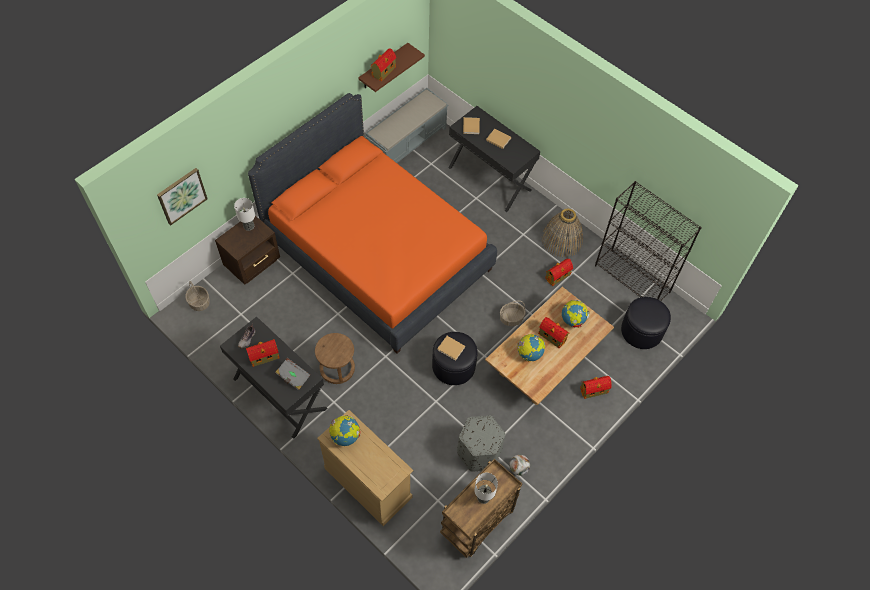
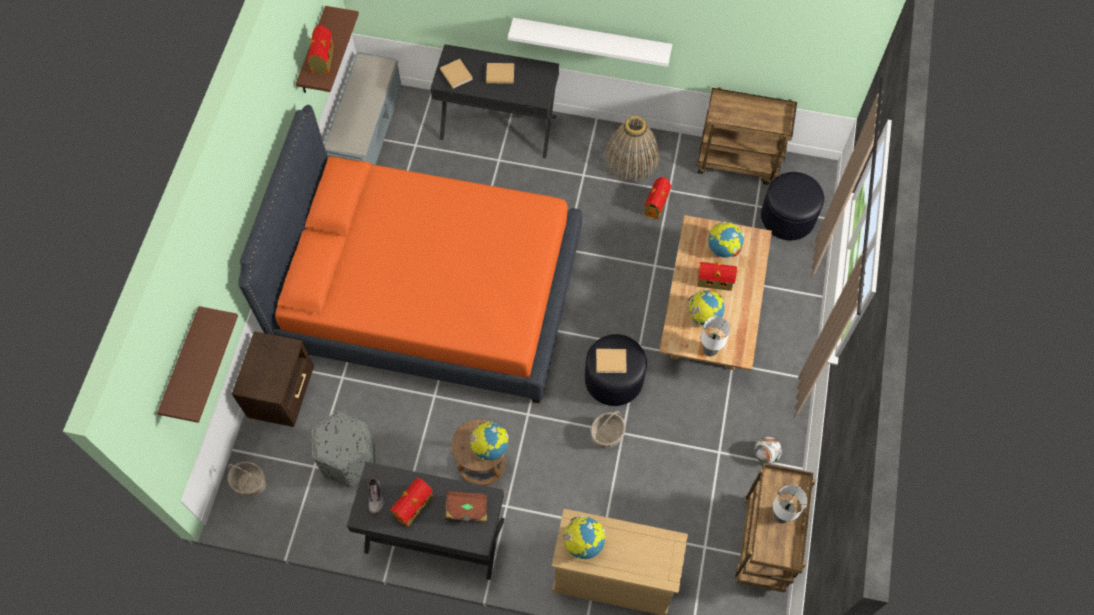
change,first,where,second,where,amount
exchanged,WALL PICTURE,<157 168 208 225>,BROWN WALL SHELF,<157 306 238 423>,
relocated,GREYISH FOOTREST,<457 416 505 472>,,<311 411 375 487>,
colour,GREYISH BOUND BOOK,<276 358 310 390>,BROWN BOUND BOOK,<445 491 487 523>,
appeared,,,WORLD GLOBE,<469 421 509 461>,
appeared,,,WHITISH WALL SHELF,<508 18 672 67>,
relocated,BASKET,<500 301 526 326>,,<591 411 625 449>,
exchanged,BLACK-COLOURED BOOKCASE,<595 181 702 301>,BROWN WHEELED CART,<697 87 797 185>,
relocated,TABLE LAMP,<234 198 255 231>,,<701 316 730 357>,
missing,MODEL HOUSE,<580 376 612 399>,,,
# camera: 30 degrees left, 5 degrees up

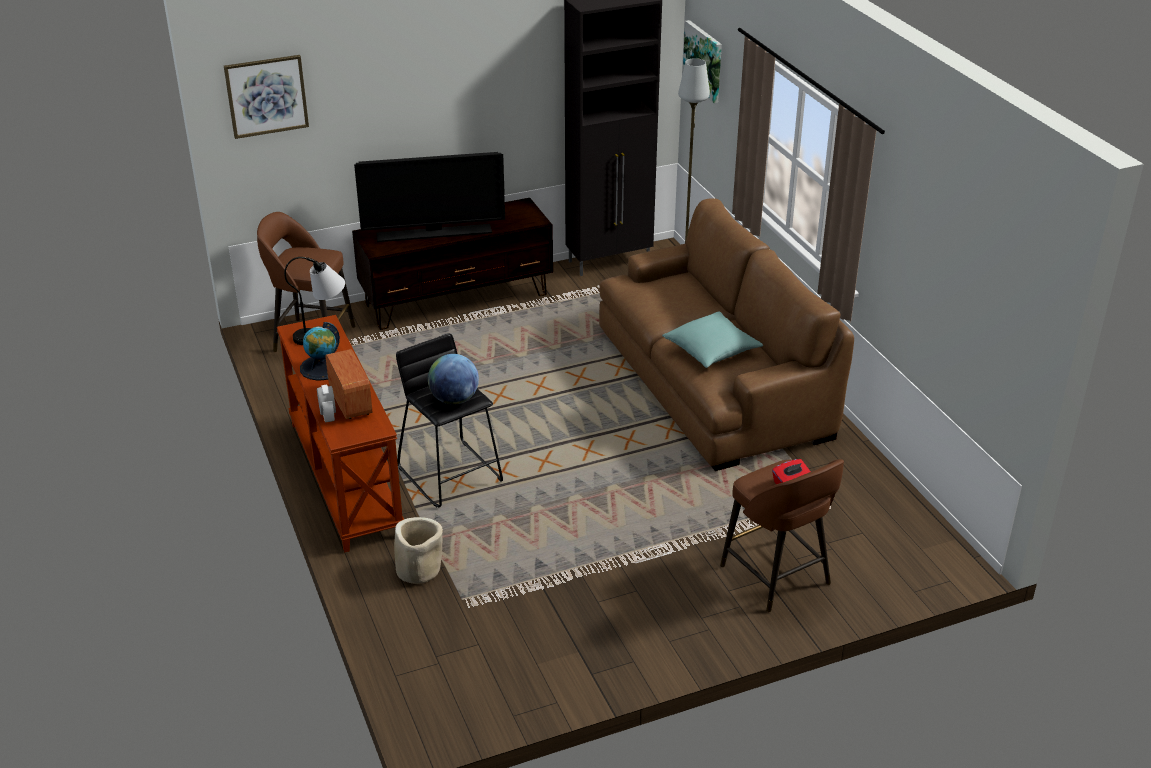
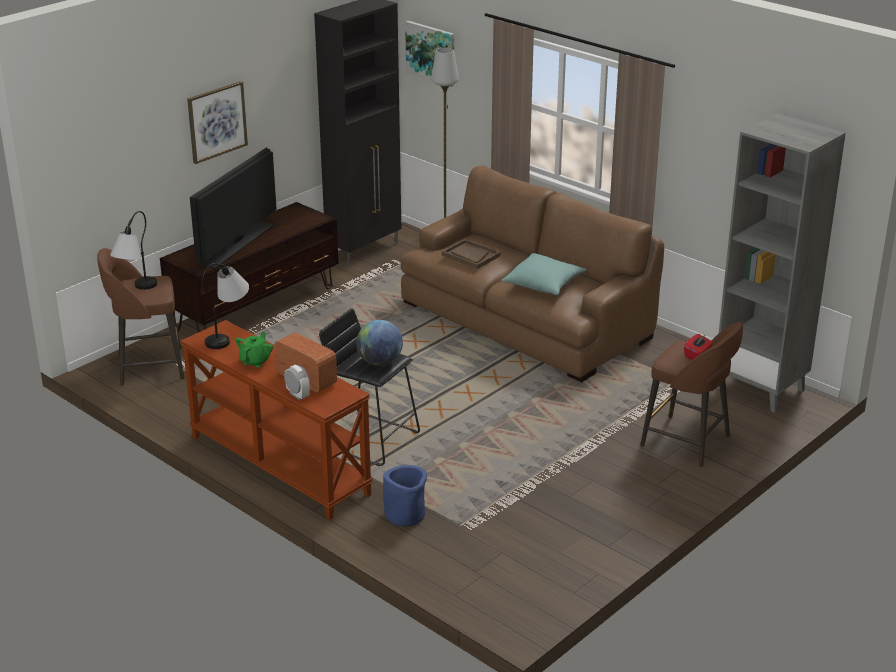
change,first,where,second,where,amount
appeared,,,TABLE LAMP,<110 211 157 290>,
relocated,WALL PICTURE,<224 55 309 139>,,<187 81 248 164>,
spun,TV,<354 152 505 242>,,<190 147 277 269>,150 degrees clockwise
exchanged,WORLD GLOBE,<300 322 340 381>,GREEN-COLOURED POT FOR TEA,<236 332 273 367>,
colour,SAND-COLOURED PLANT POT,<394 517 443 584>,BLUE PLANT POT,<383 465 427 526>,
appeared,,,BROWN CARRYING TRAY,<442 239 501 269>,
appeared,,,GREYISH BOOKCASE,<717 113 846 413>,
# camera: 25 degrees left, 5 degrees down

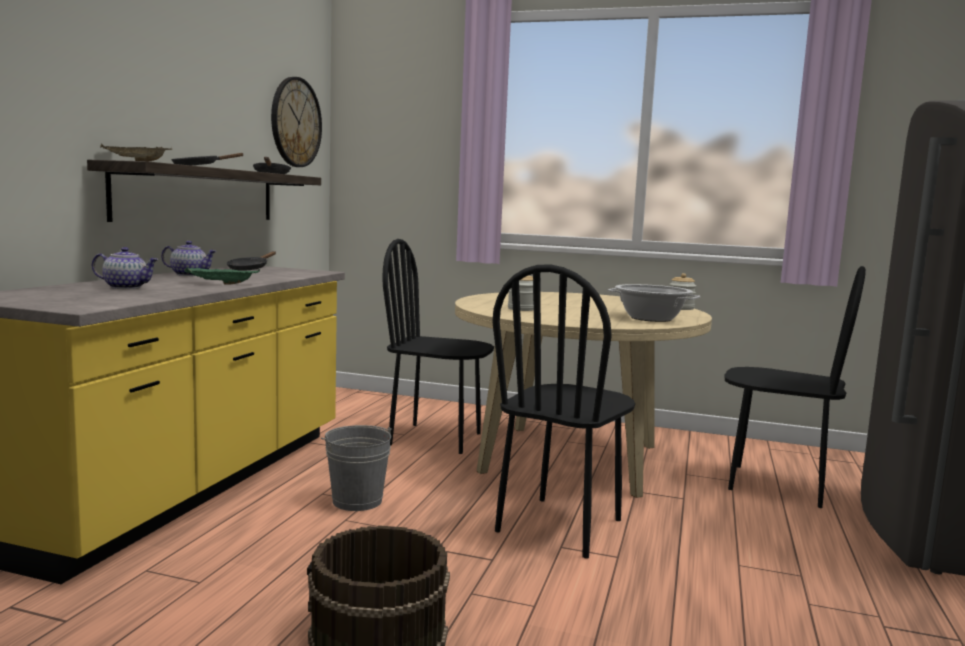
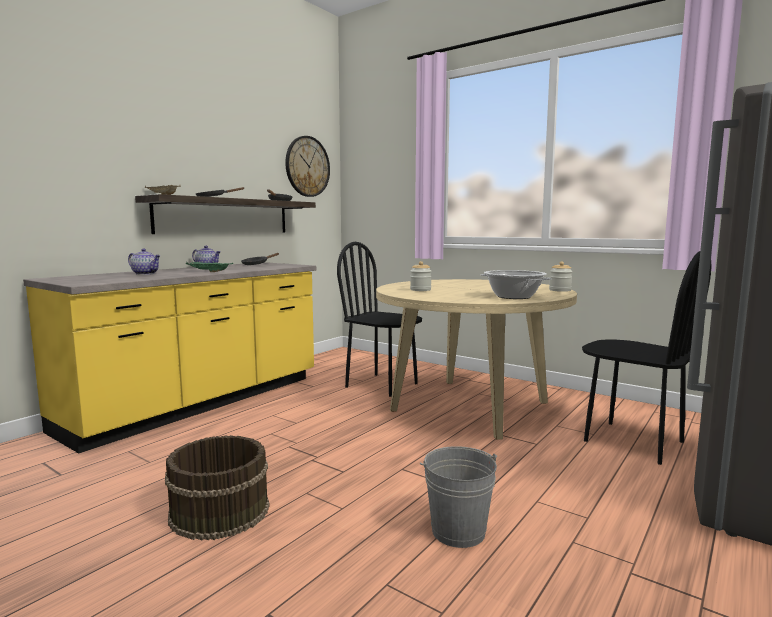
change,first,where,second,where,amount
relocated,GREYISH WATER BUCKET,<321 425 392 511>,,<420 446 497 548>,
missing,BLACK-COLOURED PLAIN CHAIR,<492 264 635 558>,,,
# camera: 20 degrees right, 0 degrees up

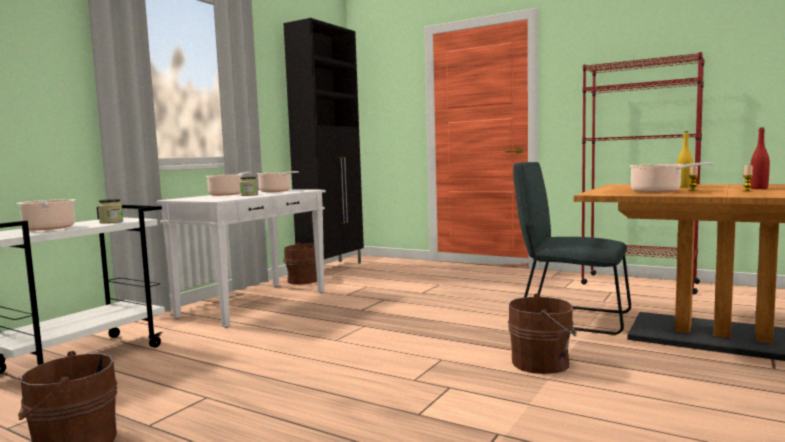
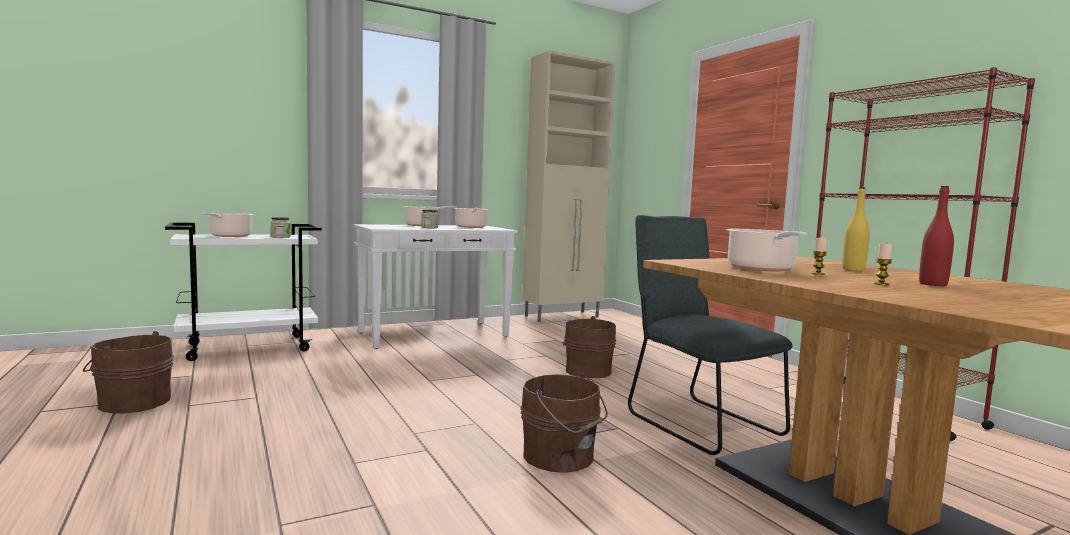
change,first,where,second,where,amount
colour,BLACK-COLOURED STORAGE CABINET,<283 18 364 264>,SAND-COLOURED STORAGE CABINET,<522 51 615 322>,
relocated,BROWN WATER BUCKET,<283 242 317 284>,,<562 316 616 378>,
# camera: 30 degrees right, 0 degrees up

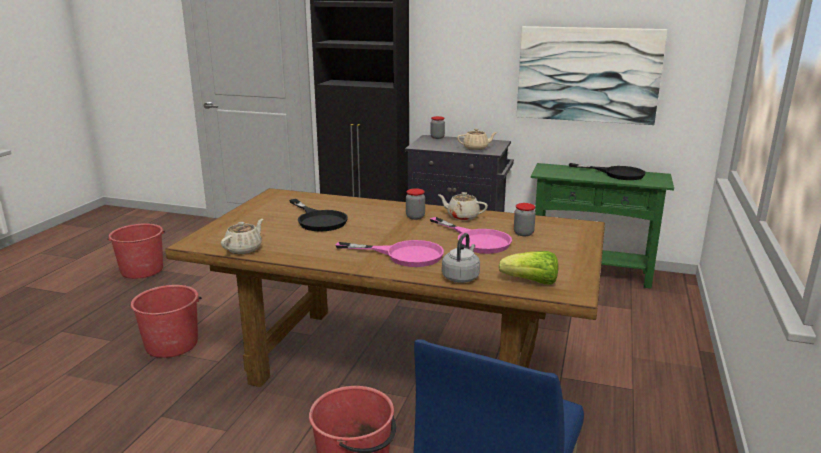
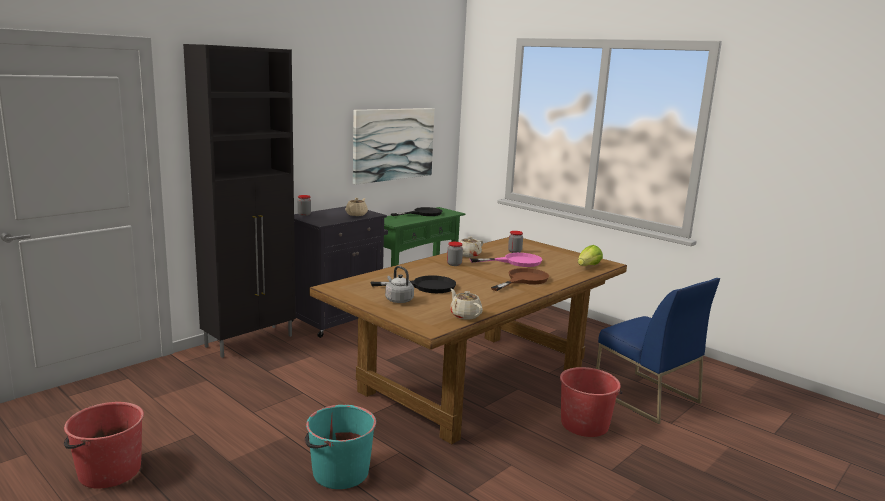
change,first,where,second,where,amount
colour,REDDISH WATER BUCKET,<129 285 202 358>,BLUE-GREEN WATER BUCKET,<305 405 376 489>,
relocated,GREYISH TEA KETTLE,<442 233 480 283>,,<385 266 414 303>,
colour,PINK-COLOURED FRYING PAN,<335 240 444 267>,BROWN FRYING PAN,<491 268 549 291>,
# camera: 65 degrees left, 5 degrees down

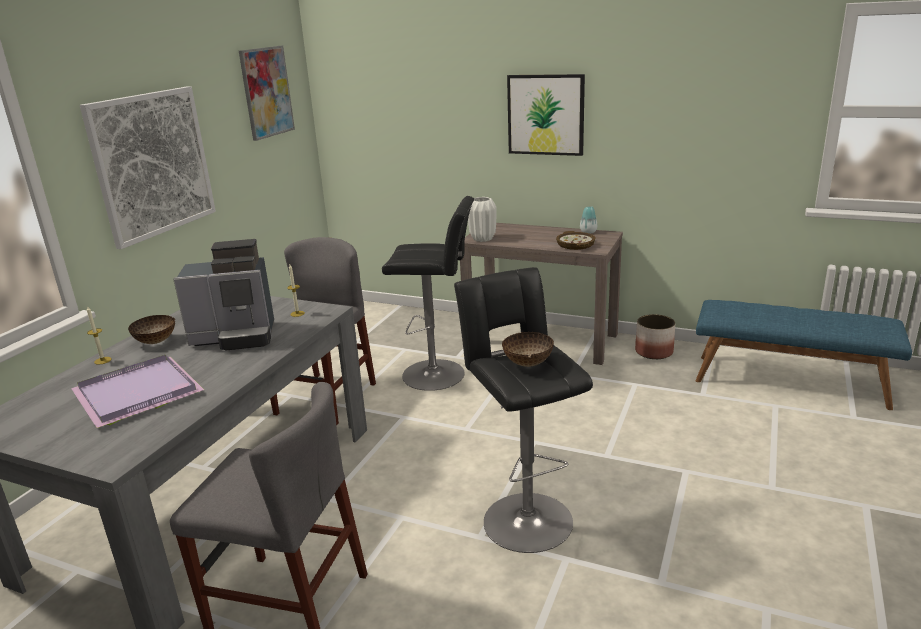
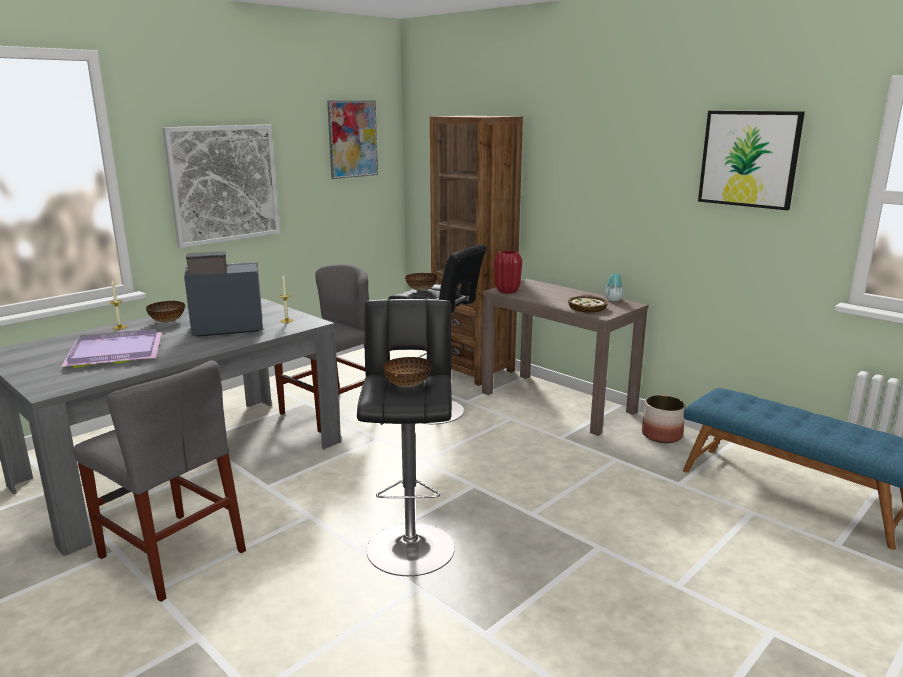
change,first,where,second,where,amount
spun,COFFEE BREWER,<173 239 274 350>,,<184 251 263 337>,150 degrees clockwise
appeared,,,BOWL,<405 273 438 291>,
appeared,,,BROWN BOOKCASE,<430 116 523 386>,
colour,WHITISH DECORATIVE VASE,<468 197 497 242>,REDDISH DECORATIVE VASE,<494 250 522 294>,
relocated,WALL PICTURE,<507 74 585 156>,,<698 111 805 210>,
# camera: 20 degrees right, 5 degrees down

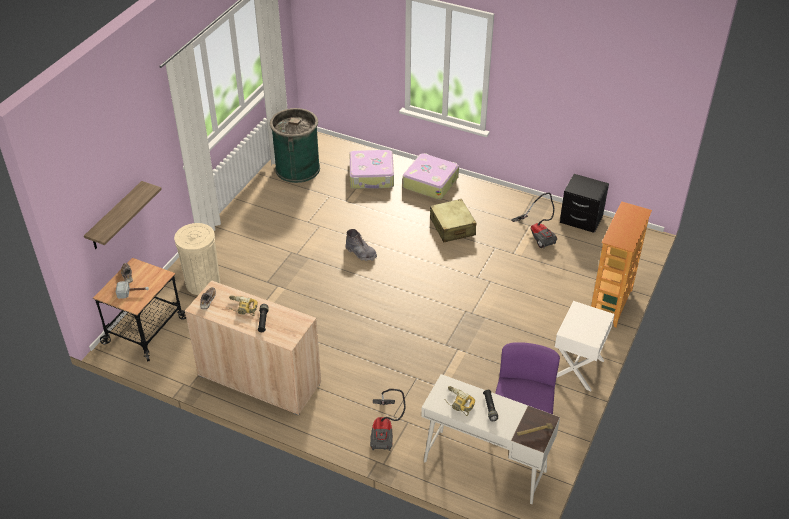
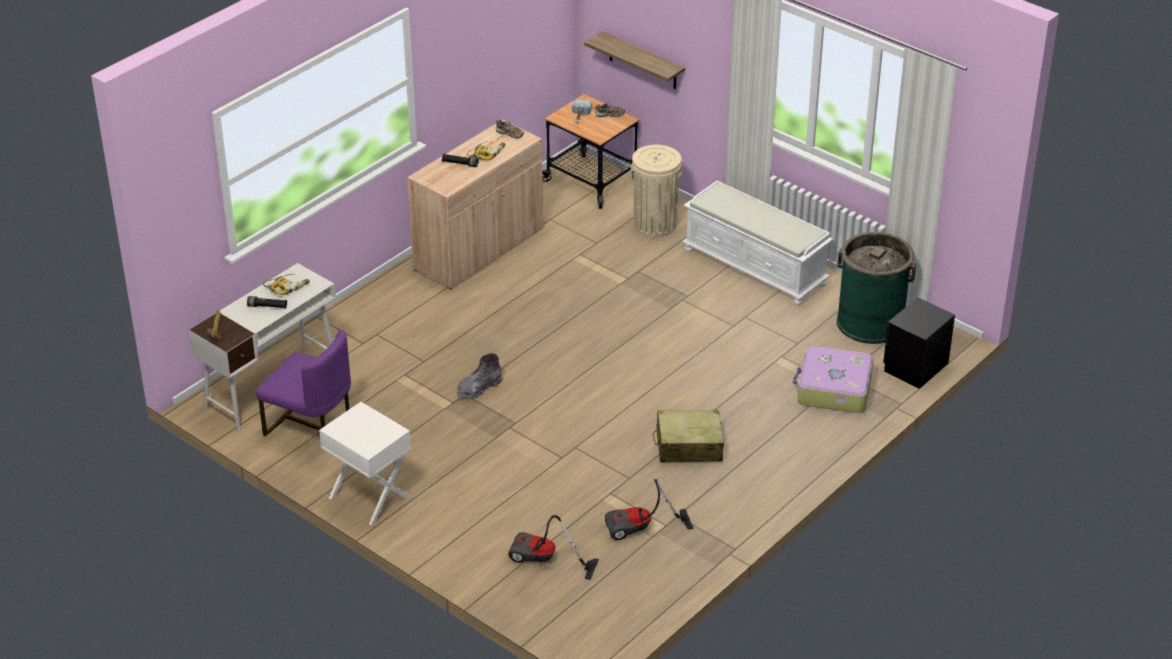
change,first,where,second,where,amount
relocated,GREYISH HIGH-TOP BOOT,<346 229 377 261>,,<457 353 503 400>,
relocated,VACUUM,<370 389 406 451>,,<508 515 599 580>,
appeared,,,WHITISH LONG SEAT,<682 181 833 306>,
relocated,BLACK-COLOURED NIGHT TABLE,<560 174 609 233>,,<883 297 955 389>,
missing,TRAVEL CASE,<403 153 459 199>,,,
missing,BOOKCASE,<591 201 652 327>,,,
# camera: 105 degrees right, 5 degrees down

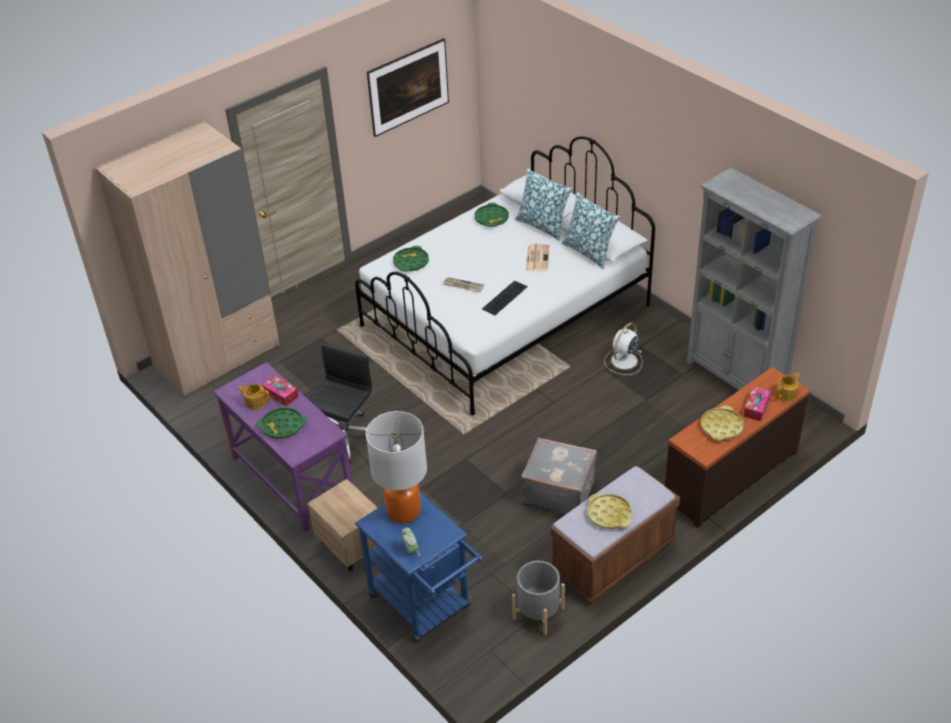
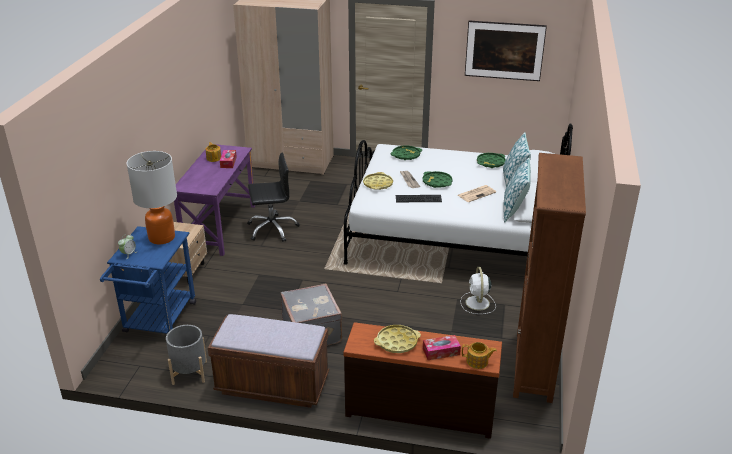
change,first,where,second,where,amount
relocated,YELLOWISH CARRYING TRAY,<587 494 632 529>,,<363 172 393 190>,
relocated,GREEN-COLOURED CARRYING TRAY,<257 407 307 439>,,<423 171 453 188>,
spun,WHITISH ELECTRIC FAN,<604 323 642 375>,,<460 267 496 314>,90 degrees counterclockwise
colour,GREYISH BOOKCASE,<686 168 822 390>,BROWN BOOKCASE,<513 153 586 403>,
# camera: 50 degrees right, 10 degrees down

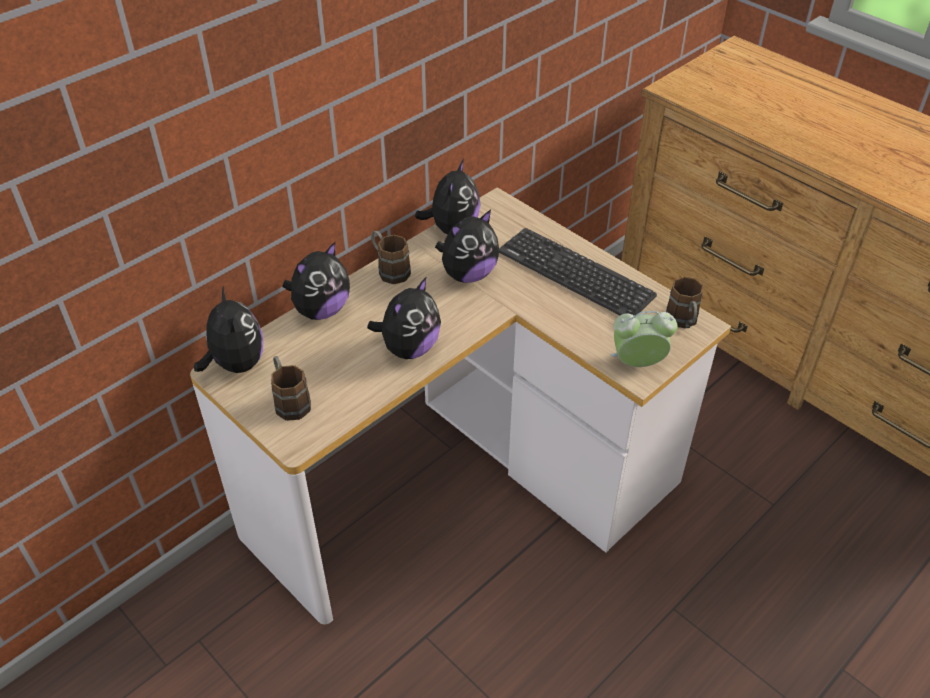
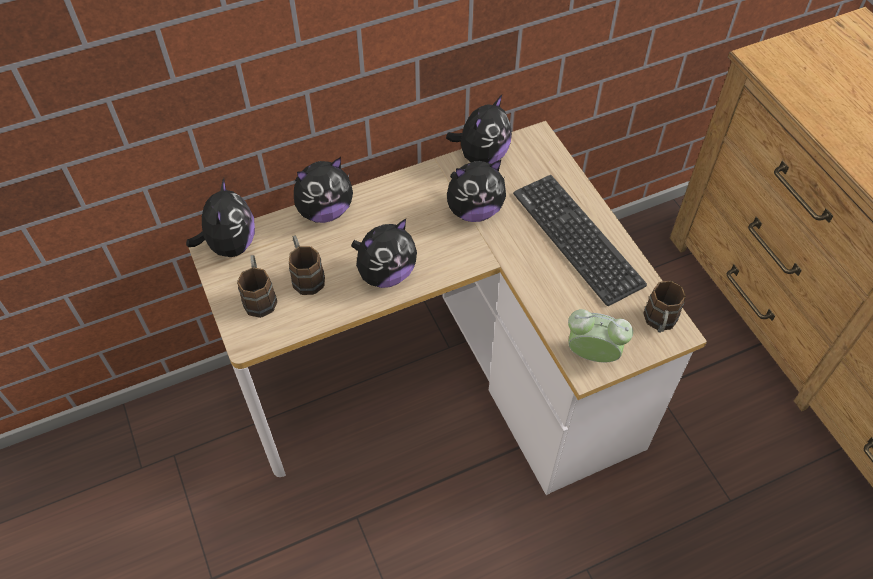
change,first,where,second,where,amount
relocated,BROWN TEA MUG,<371 231 411 284>,,<289 235 325 295>,
# camera: 20 degrees right, 10 degrees up

